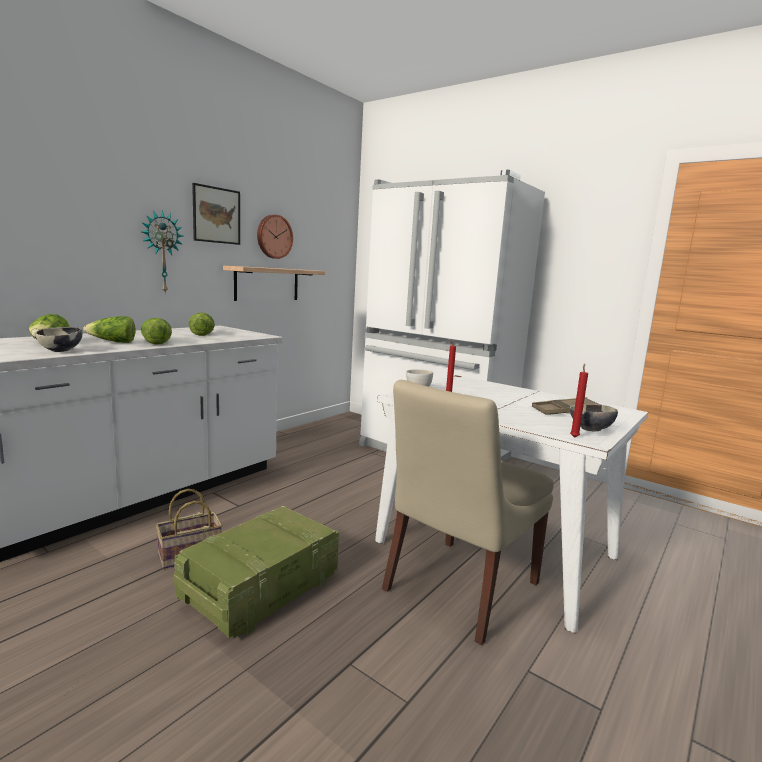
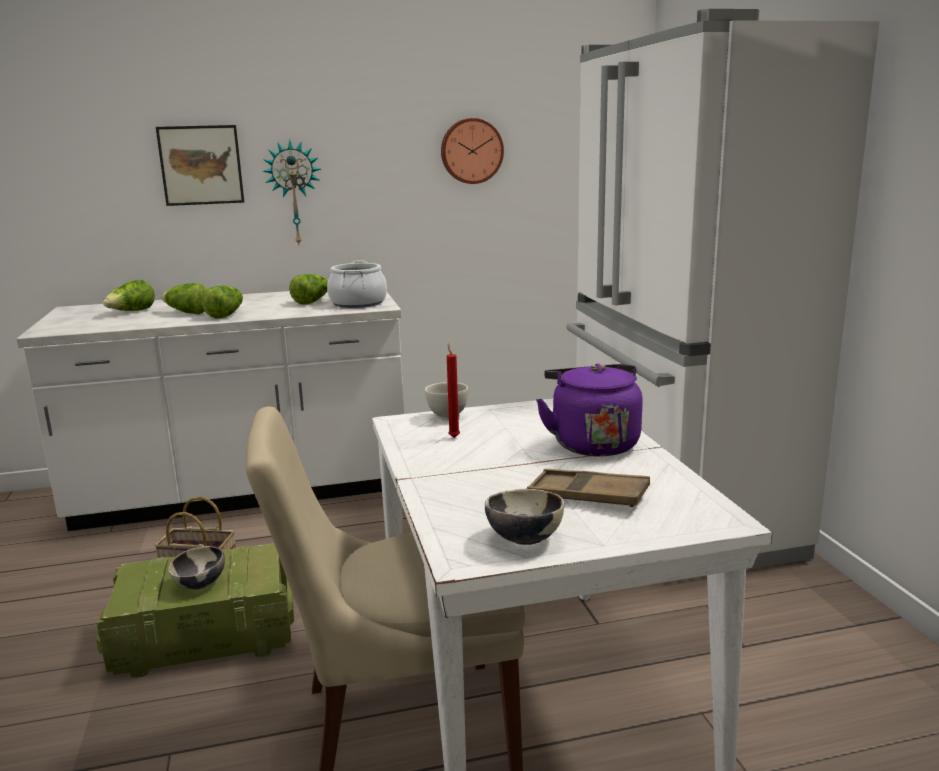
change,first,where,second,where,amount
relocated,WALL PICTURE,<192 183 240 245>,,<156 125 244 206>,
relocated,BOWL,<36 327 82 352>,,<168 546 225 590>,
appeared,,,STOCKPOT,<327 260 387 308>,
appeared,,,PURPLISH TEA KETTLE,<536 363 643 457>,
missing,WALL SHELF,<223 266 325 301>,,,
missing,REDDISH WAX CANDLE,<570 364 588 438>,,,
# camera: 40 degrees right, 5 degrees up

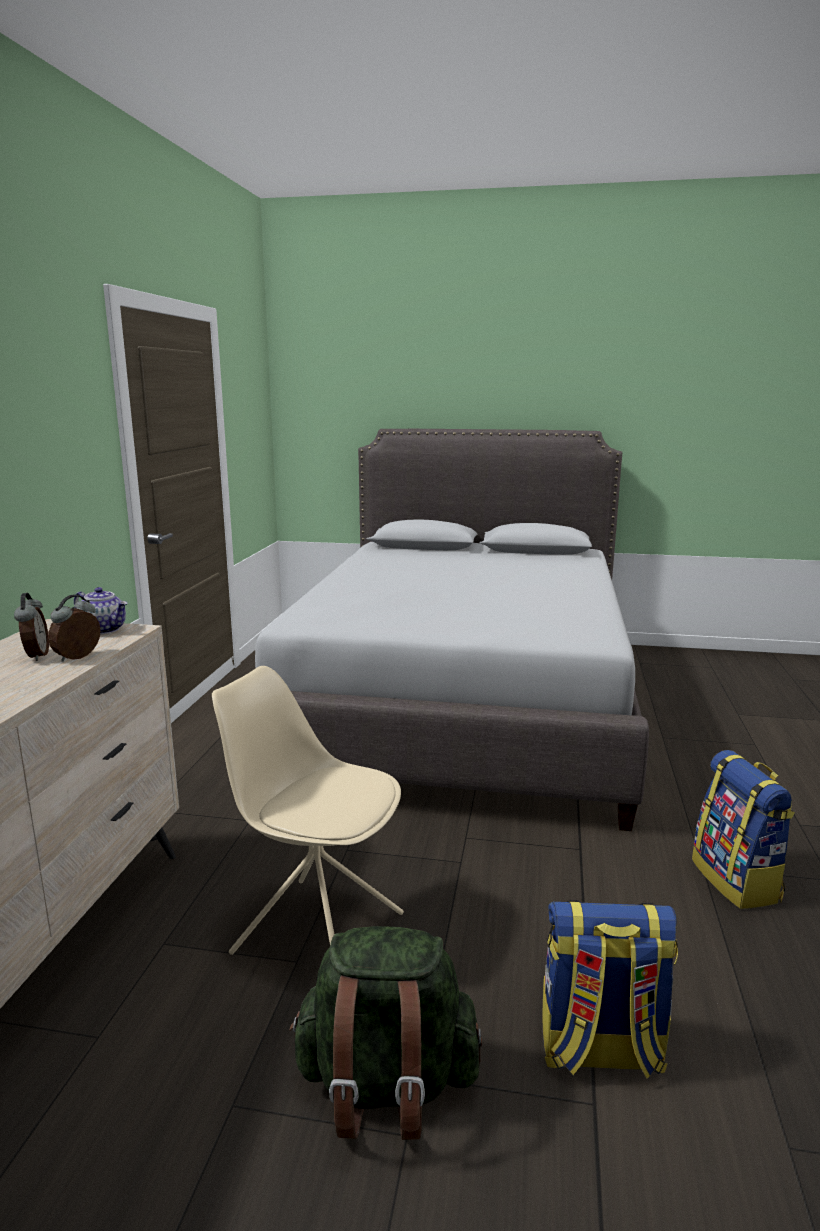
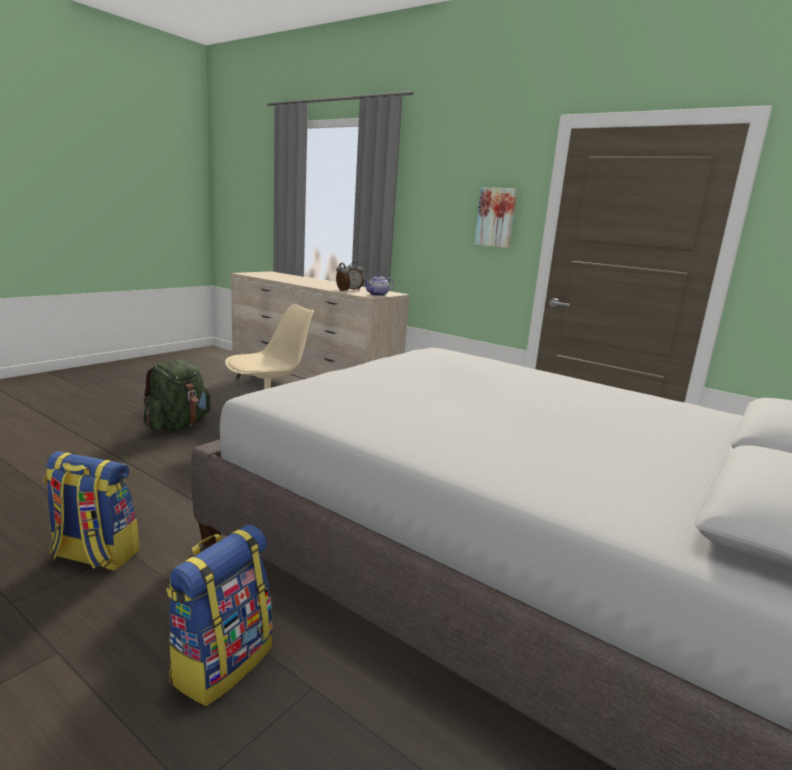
change,first,where,second,where,amount
relocated,KNAPSACK,<542 900 678 1079>,,<166 525 273 706>,
appeared,,,WALL PICTURE,<475 187 517 248>,
# camera: 115 degrees right, 0 degrees up

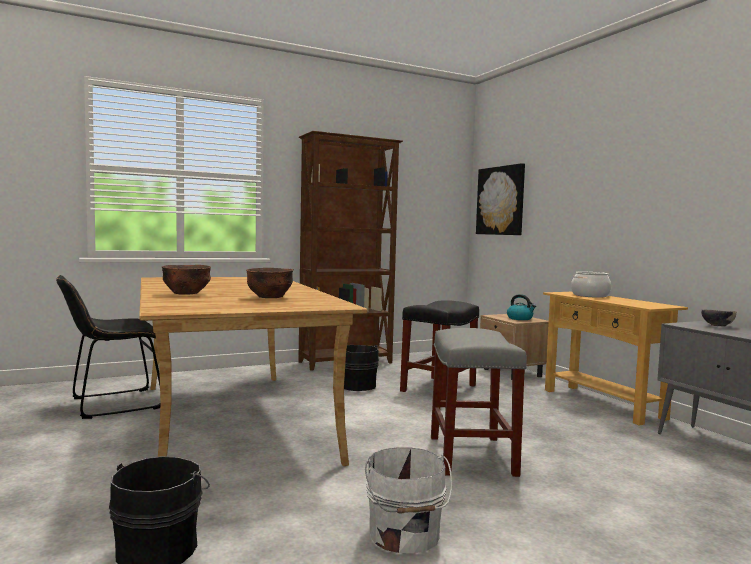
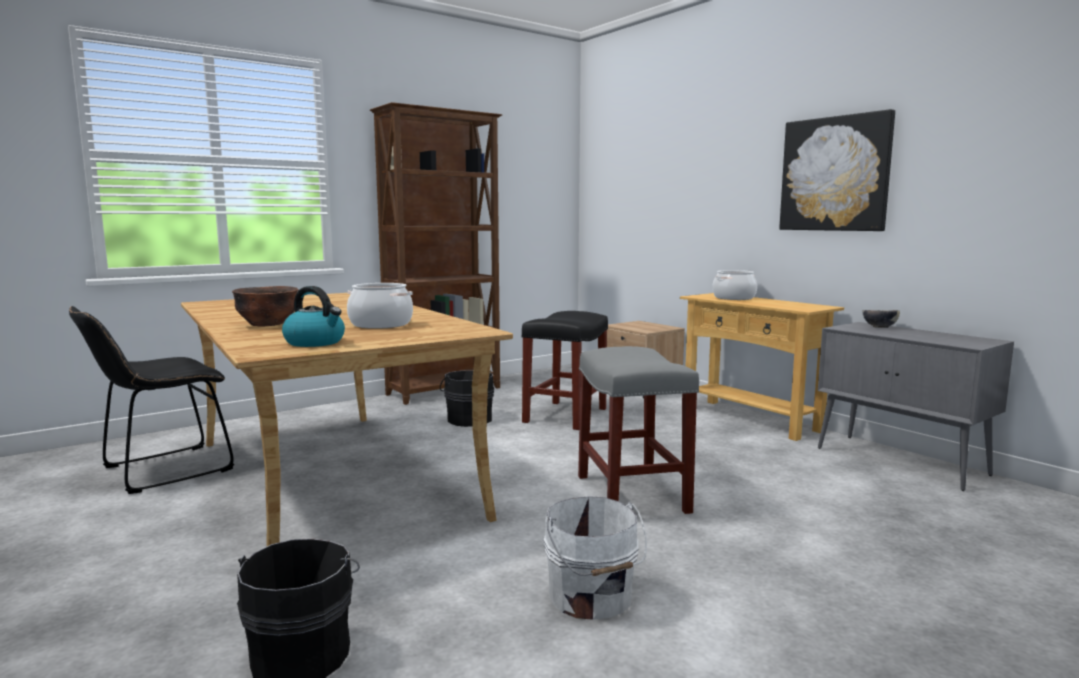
change,first,where,second,where,amount
relocated,TEA KETTLE,<507 294 536 320>,,<282 286 345 347>,
exchanged,BROWN BOWL,<246 268 294 298>,STOCKPOT,<347 283 413 329>,
relocated,WALL PICTURE,<476 163 525 235>,,<779 109 895 231>,
# camera: 10 degrees left, 5 degrees up

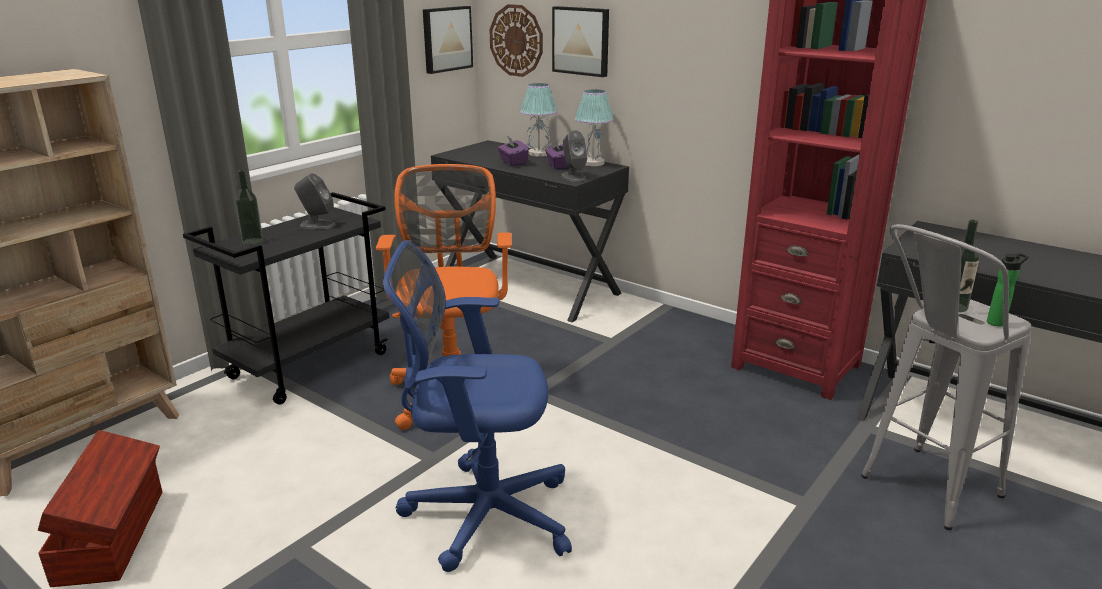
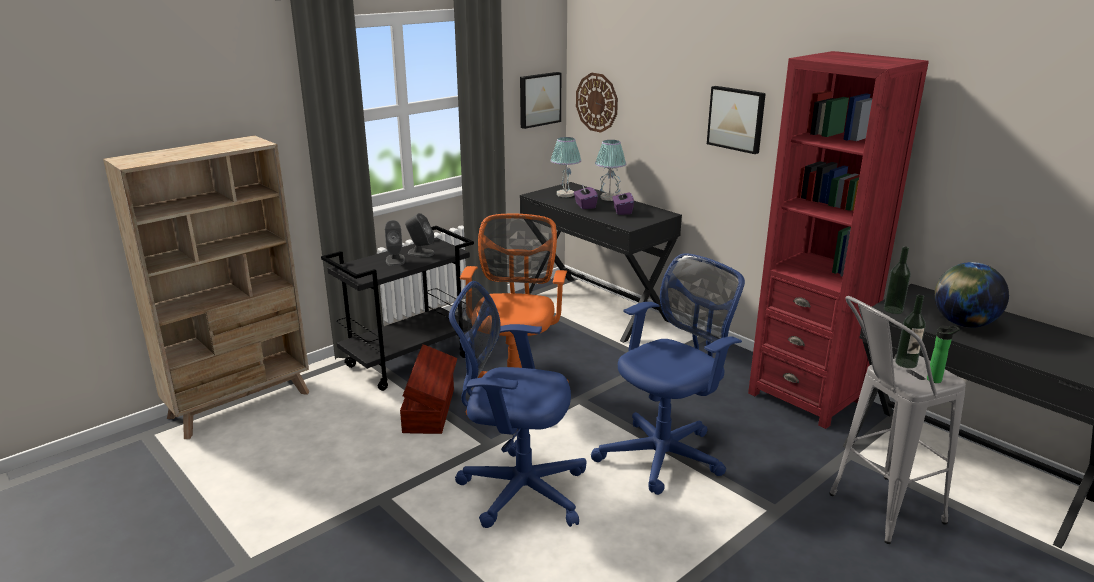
change,first,where,second,where,amount
relocated,GREYISH LOUDSPEAKER,<561 130 587 182>,,<385 220 406 266>,
relocated,BROWN STORAGE CONTAINER,<38 430 162 587>,,<400 344 457 434>,
relocated,TABLE LAMP,<575 90 614 166>,,<550 137 581 197>,
appeared,,,BLUE COMPUTER CHAIR,<591 253 745 495>,
relocated,WALL PICTURE,<552 6 609 77>,,<707 86 766 154>,
relocated,BEVERAGE BOTTLE,<235 170 263 245>,,<884 246 911 314>,
appeared,,,WORLD GLOBE,<935 262 1009 328>,
# camera: 10 degrees right, 0 degrees up

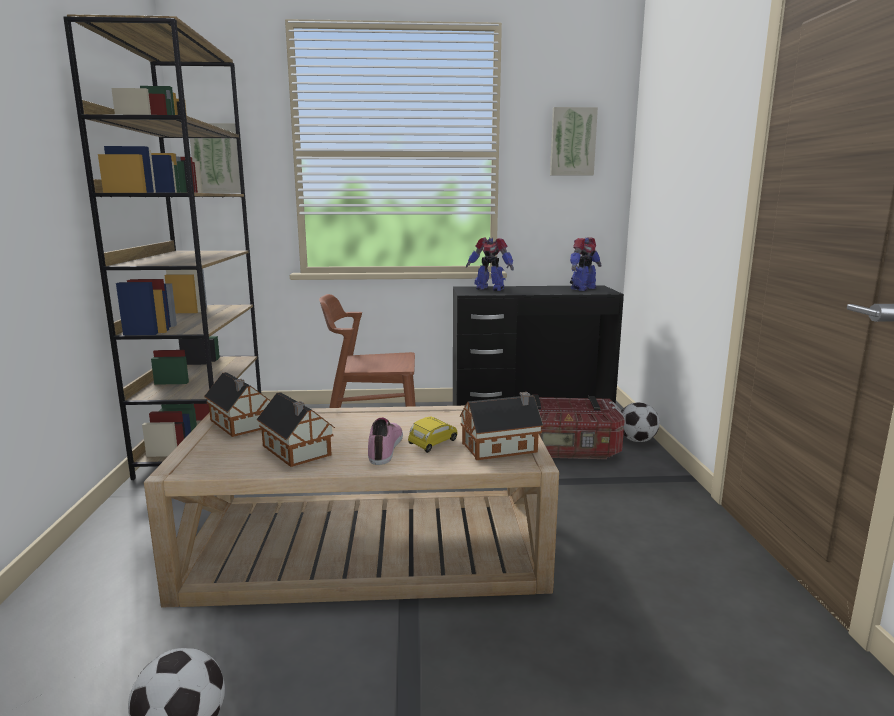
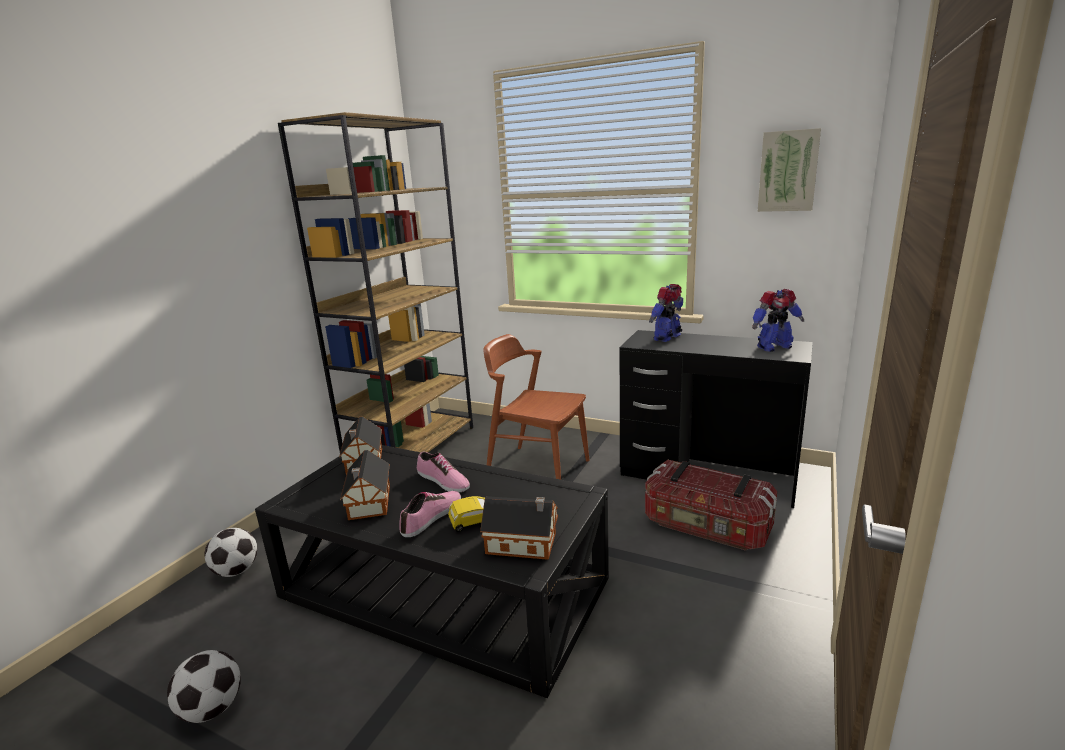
change,first,where,second,where,amount
relocated,FOOTBALL,<621 402 660 442>,,<204 528 257 577>,
colour,SAND-COLOURED COFFEE TABLE,<144 406 559 607>,BLACK-COLOURED COFFEE TABLE,<255 445 609 698>,
appeared,,,SHOE,<417 452 470 493>,
spun,ROBOT FIGURE,<466 237 514 291>,,<649 284 683 342>,75 degrees clockwise
missing,WALL PICTURE,<190 123 241 193>,,,
# camera: 30 degrees right, 5 degrees up

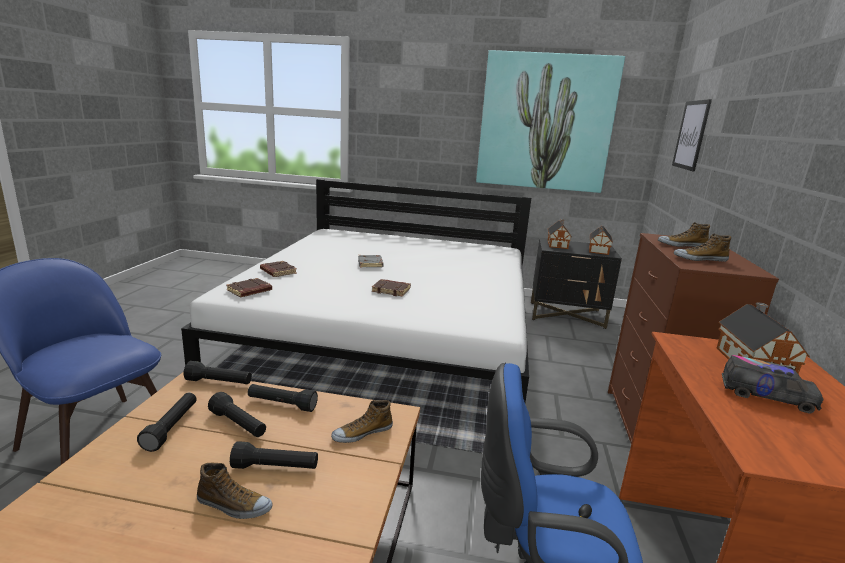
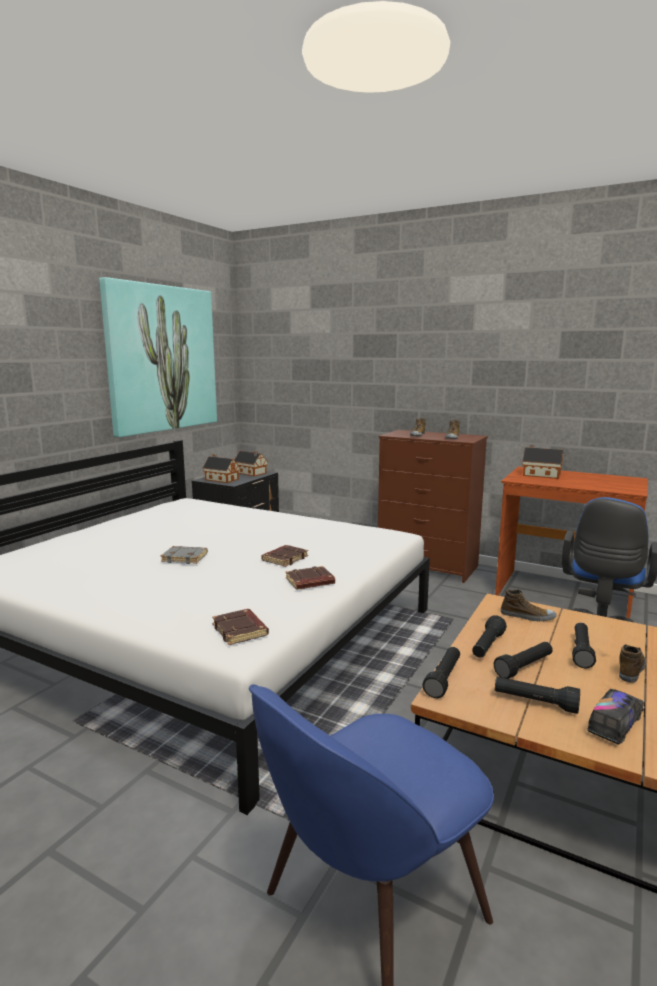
change,first,where,second,where,amount
relocated,BROWN BOUND BOOK,<260 261 297 277>,,<286 566 335 590>,
spun,SHOE,<331 400 393 443>,,<501 589 556 621>,60 degrees counterclockwise
relocated,TOY LORRY,<722 355 823 414>,,<587 689 644 744>,
missing,WALL PICTURE,<672 99 712 172>,,,
# camera: 70 degrees left, 5 degrees down

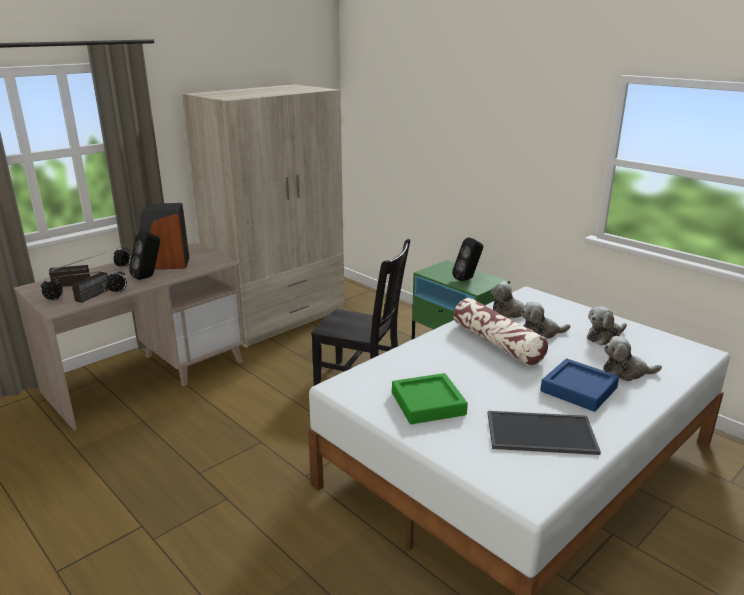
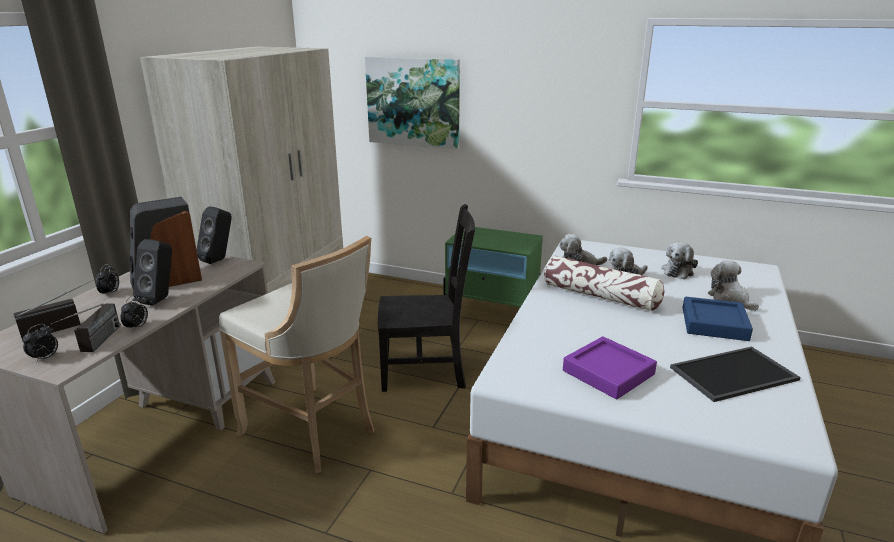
change,first,where,second,where,amount
relocated,BLACK-COLOURED LOUDSPEAKER,<452 237 483 281>,,<197 207 232 264>,
appeared,,,SAND-COLOURED STOOL SEAT,<219 236 374 473>,
appeared,,,WALL PICTURE,<365 56 460 149>,
colour,GREEN-COLOURED CARRYING TRAY,<392 373 468 424>,PURPLISH CARRYING TRAY,<563 336 657 399>,
spun,SOFT TOY,<603 336 662 381>,,<708 260 759 311>,90 degrees clockwise
# camera: 25 degrees left, 0 degrees up

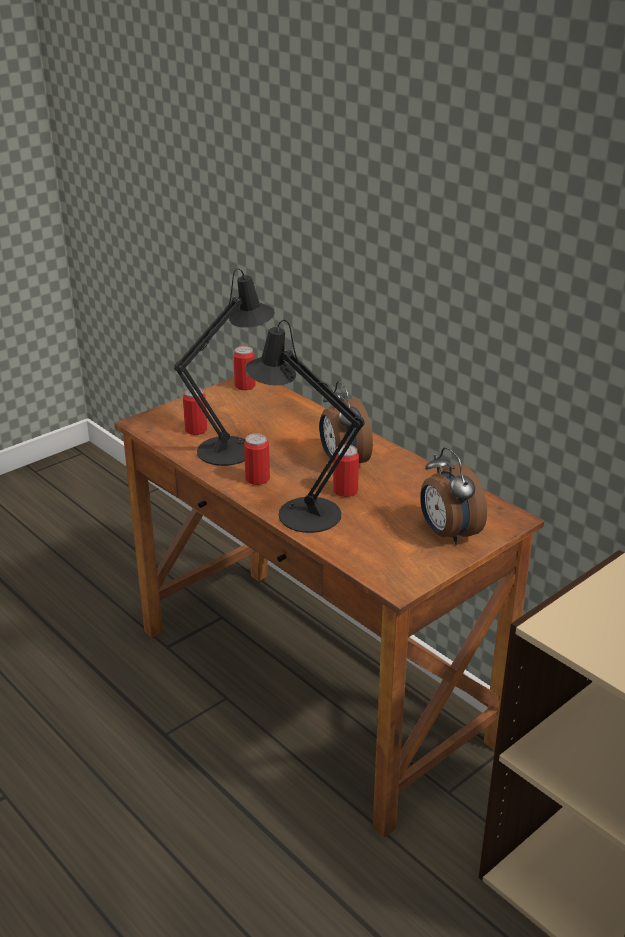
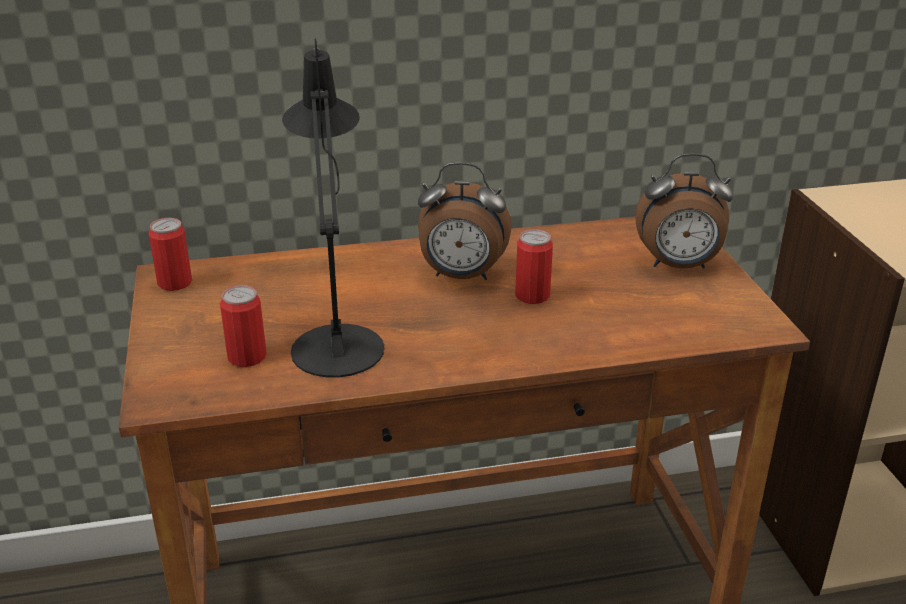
change,first,where,second,where,amount
missing,SEALED CAN,<244 433 270 485>,,,
missing,BLACK-COLOURED TABLE LAMP,<245 320 365 533>,,,
# camera: 60 degrees left, 0 degrees up

